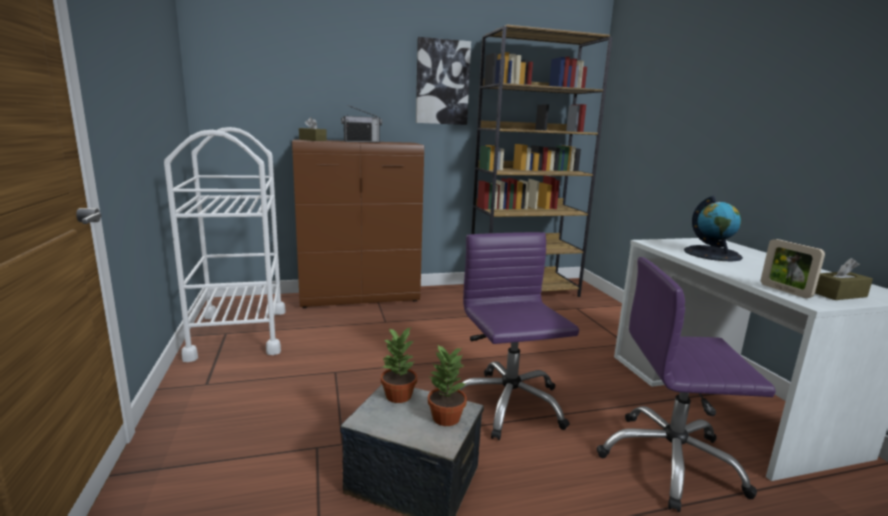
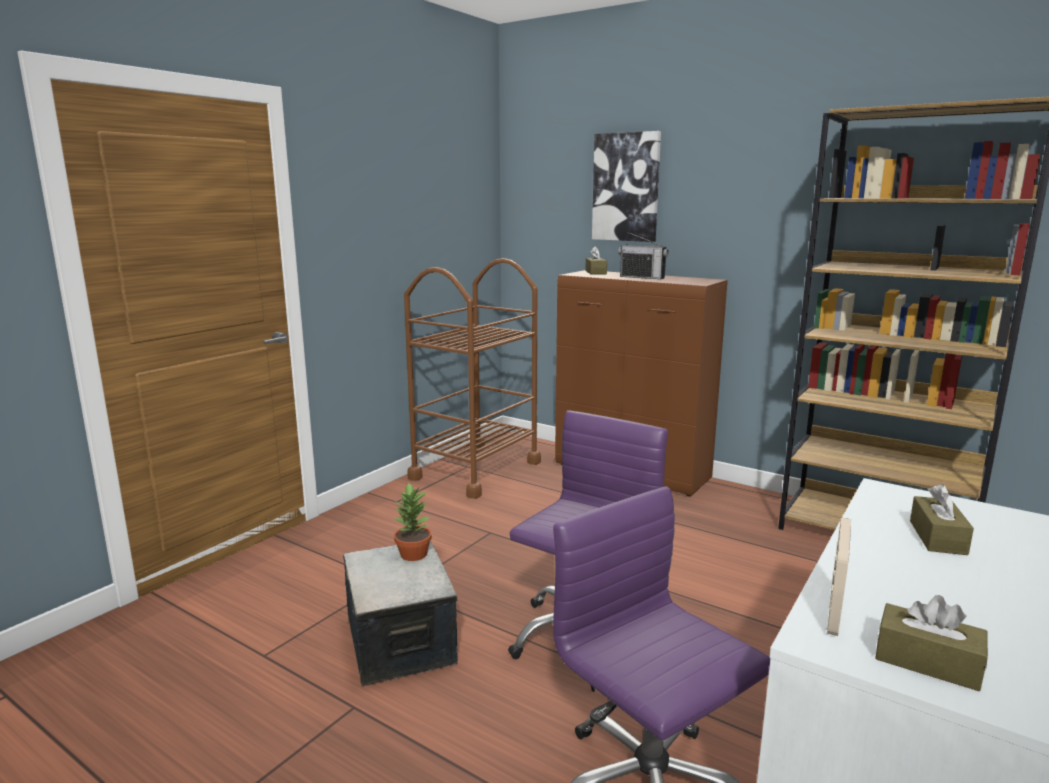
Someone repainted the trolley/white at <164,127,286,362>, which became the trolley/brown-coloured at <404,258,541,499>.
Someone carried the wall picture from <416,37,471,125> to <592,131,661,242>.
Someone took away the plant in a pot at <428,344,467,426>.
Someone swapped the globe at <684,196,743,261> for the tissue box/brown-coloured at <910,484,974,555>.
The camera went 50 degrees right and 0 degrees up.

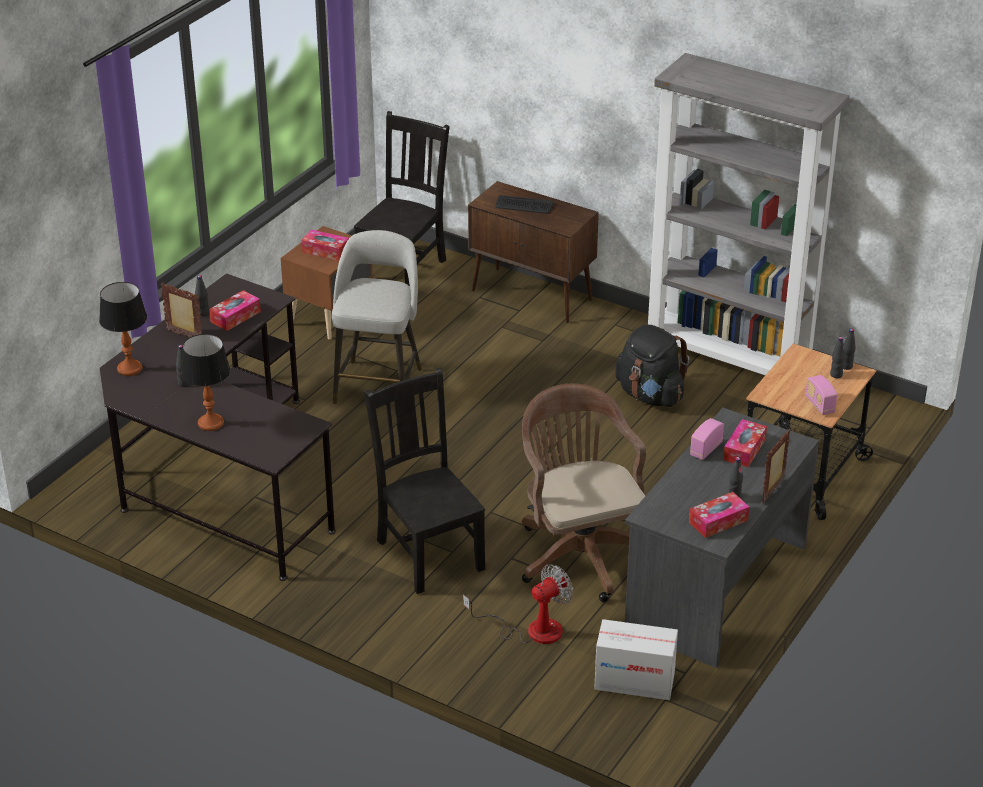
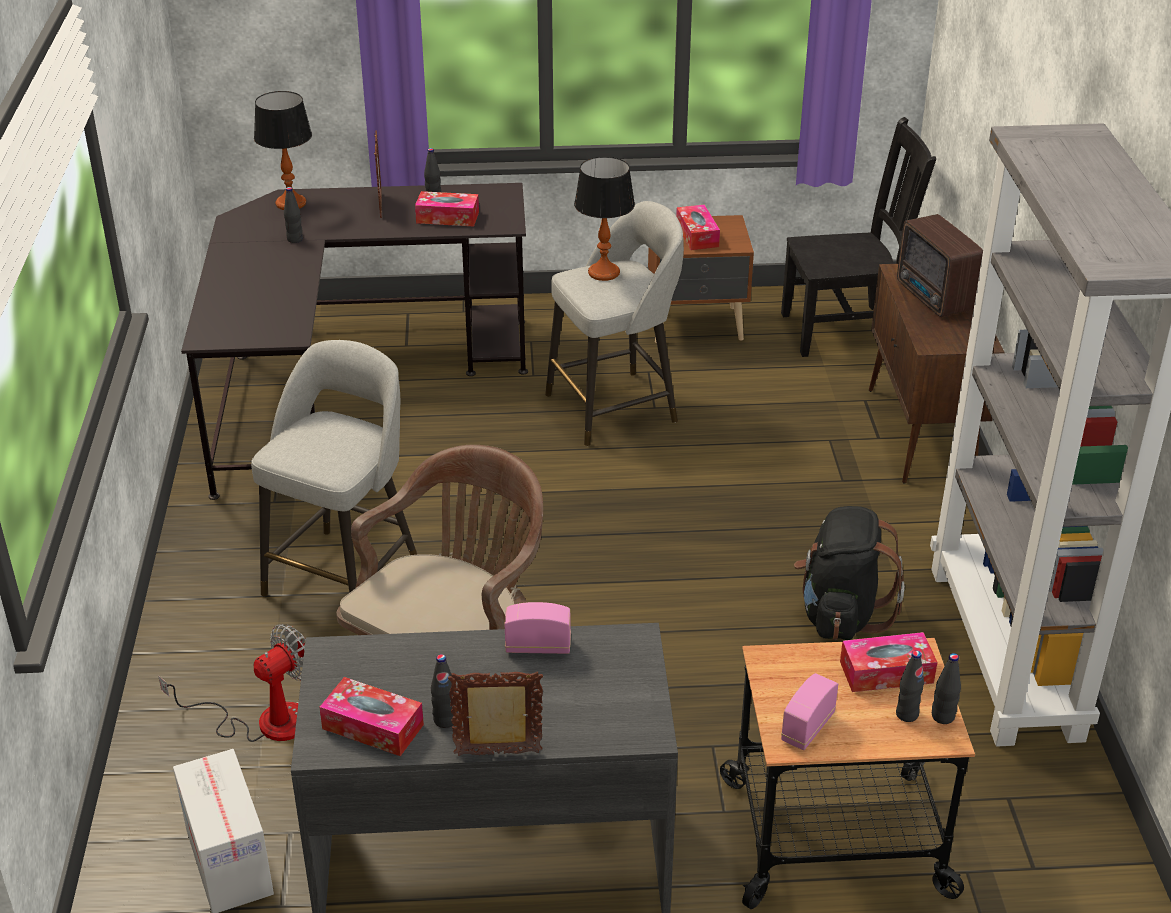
Someone carried the tabletop lamp from <181,334,231,431> to <574,157,635,281>.
Someone swapped the chair/blackish at <364,368,485,594> for the stool seat/grey at <251,340,418,596>.
Someone rotated the fan at <463,564,573,644> by 60 degrees counterclockwise.
Someone swapped the computer keyboard at <495,195,553,214> for the radio receiver at <897,214,983,317>.
Someone carried the tissue box from <723,419,767,467> to <840,632,938,692>.
The camera went 55 degrees right and 0 degrees up.

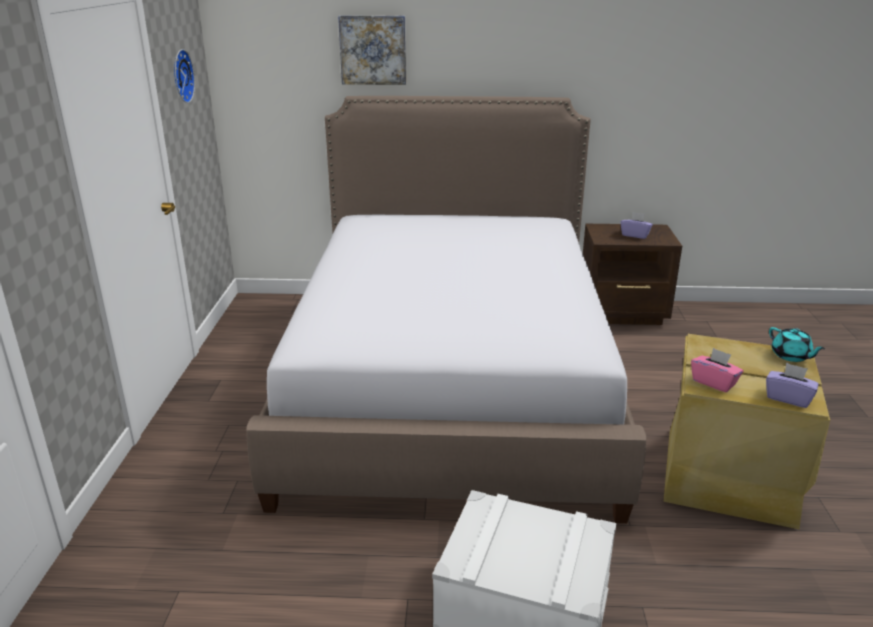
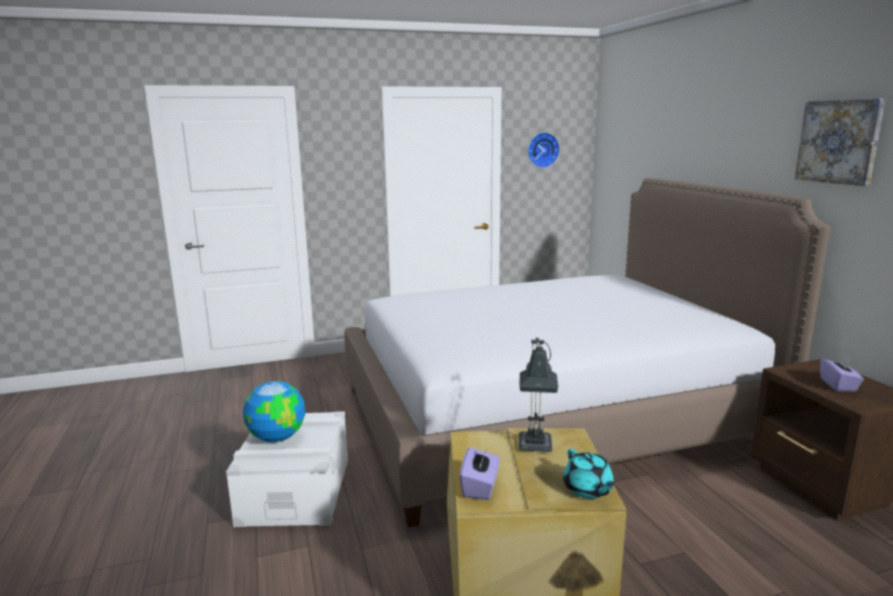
Someone carried the wall picture from <338,15,406,85> to <795,98,885,186>.
Someone took away the tissue box/pinkish at <691,348,743,393>.
Someone rotated the tea pot/turquoise at <769,327,825,362> by 60 degrees counterclockwise.
Someone put down the globe at <243,381,305,442>.
Someone put down the tabletop lamp at <519,338,558,452>.
The camera went 70 degrees right and 10 degrees down.

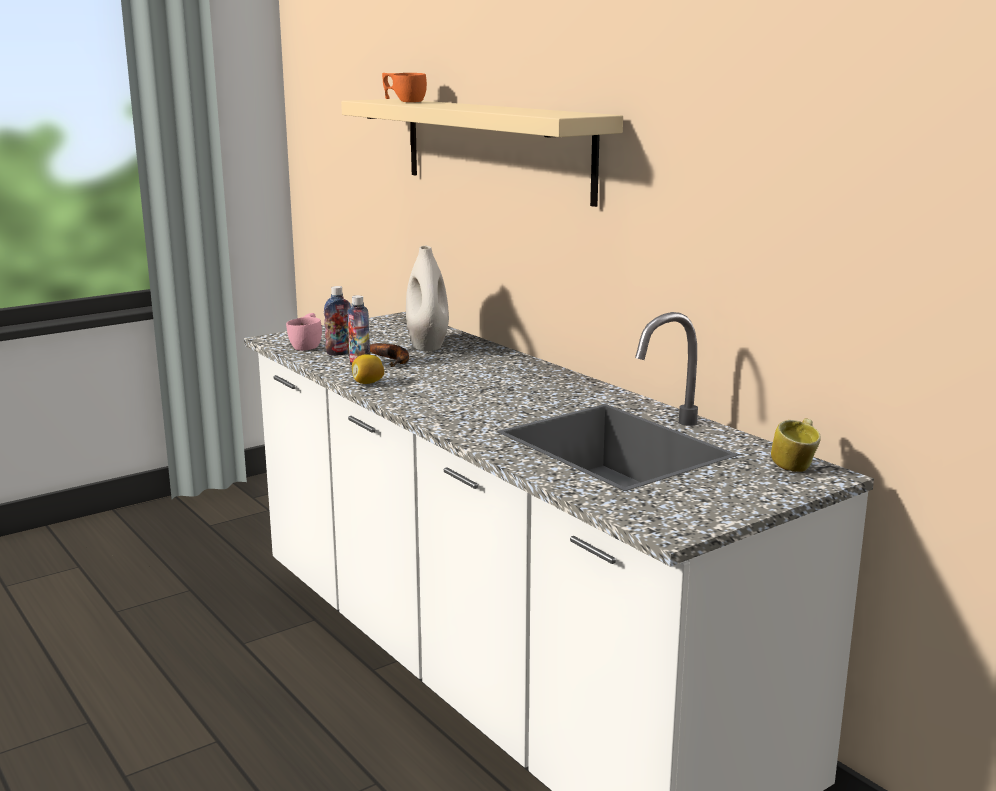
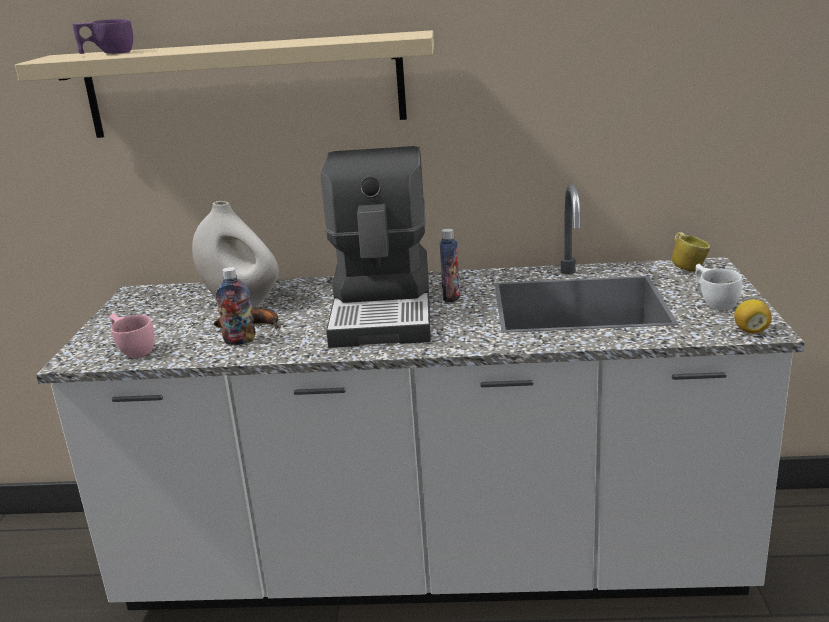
Someone carried the drink bottle from <324,286,351,356> to <440,228,460,303>.
Someone carried the lemon from <352,354,384,384> to <734,299,772,334>.
Someone repainted the small cup/orange-coloured at <382,73,427,102>, which became the small cup/purple-coloured at <73,19,133,54>.
Someone put down the coffee maker at <321,146,431,348>.
Someone put down the small cup/white at <696,264,742,310>.
The camera went 50 degrees left and 5 degrees up.

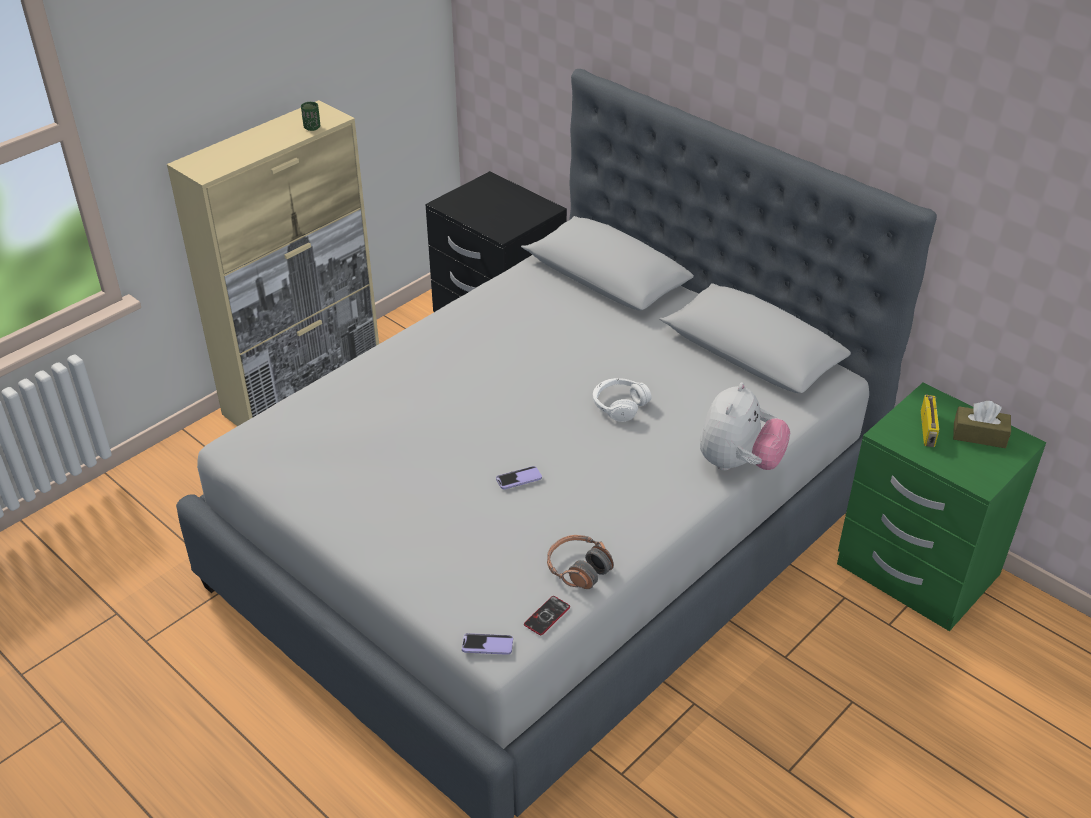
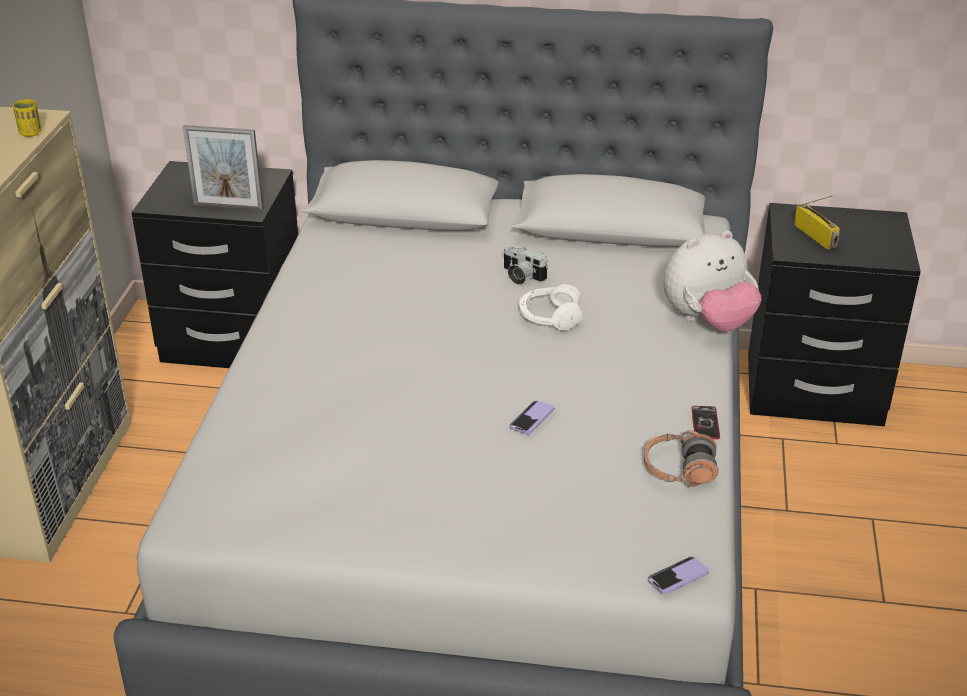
Someone repainted the small cup/green-coloured at <301,102,320,131>, which became the small cup/yellow-coloured at <13,99,41,137>.
Someone carried the telephone from <524,596,570,635> to <691,406,720,439>.
Someone rotated the soft toy at <700,382,790,470> by 75 degrees clockwise.
Someone repainted the nightstand/green-coloured at <837,383,1046,631>, which became the nightstand/blackish at <748,203,921,426>.
Someone took away the tissue box/brown-coloured at <953,401,1011,448>.
Someone put down the photo frame at <183,125,263,210>.
Someone put down the still camera at <503,244,548,285>.
The camera went 35 degrees left and 5 degrees down.

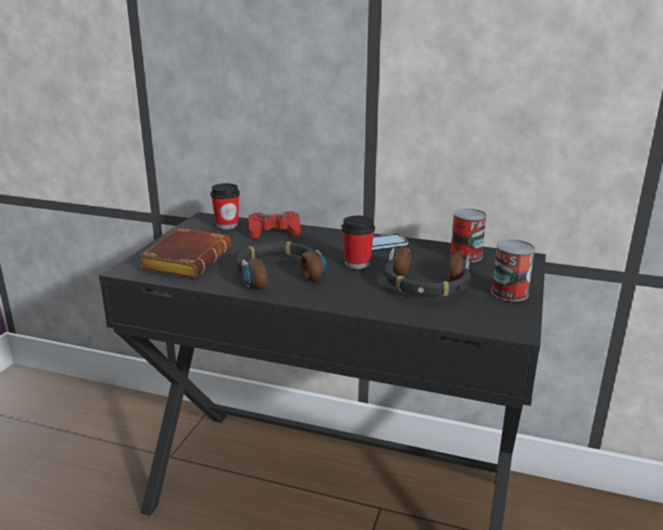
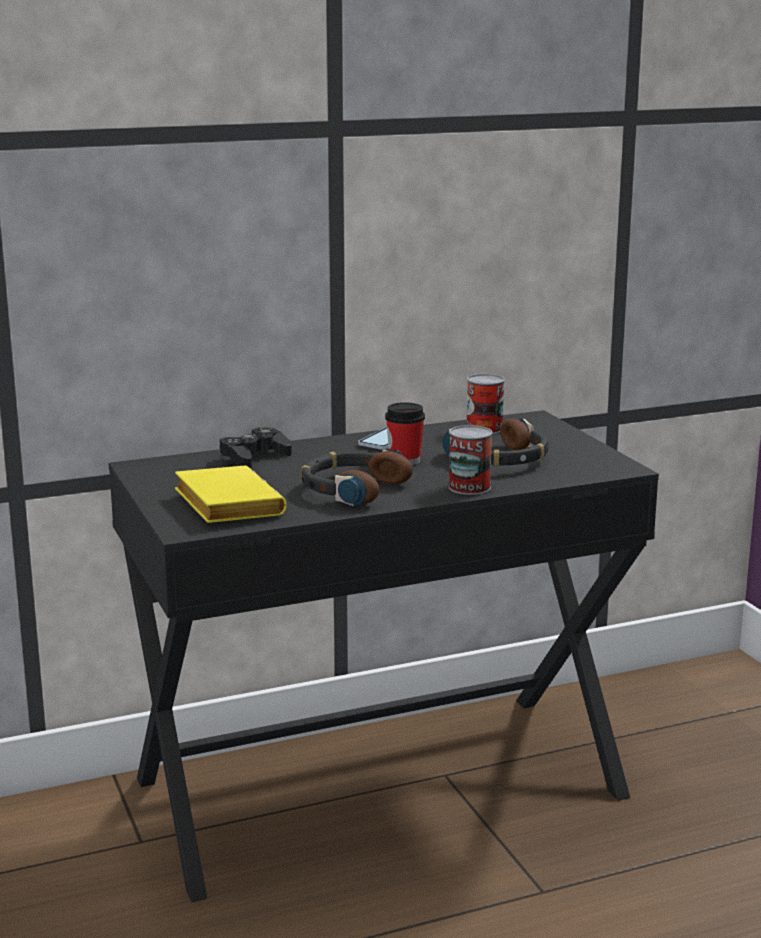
Someone repainted the bound book/brown-coloured at <138,227,231,279>, which became the bound book/yellow-coloured at <175,466,287,523>.
Someone took away the small cup at <210,183,240,229>.
Someone repainted the joypad/red at <248,211,301,239>, which became the joypad/blackish at <219,427,292,469>.
Someone carried the metal can from <491,239,535,301> to <449,425,492,495>.
The camera went 40 degrees left and 5 degrees down.

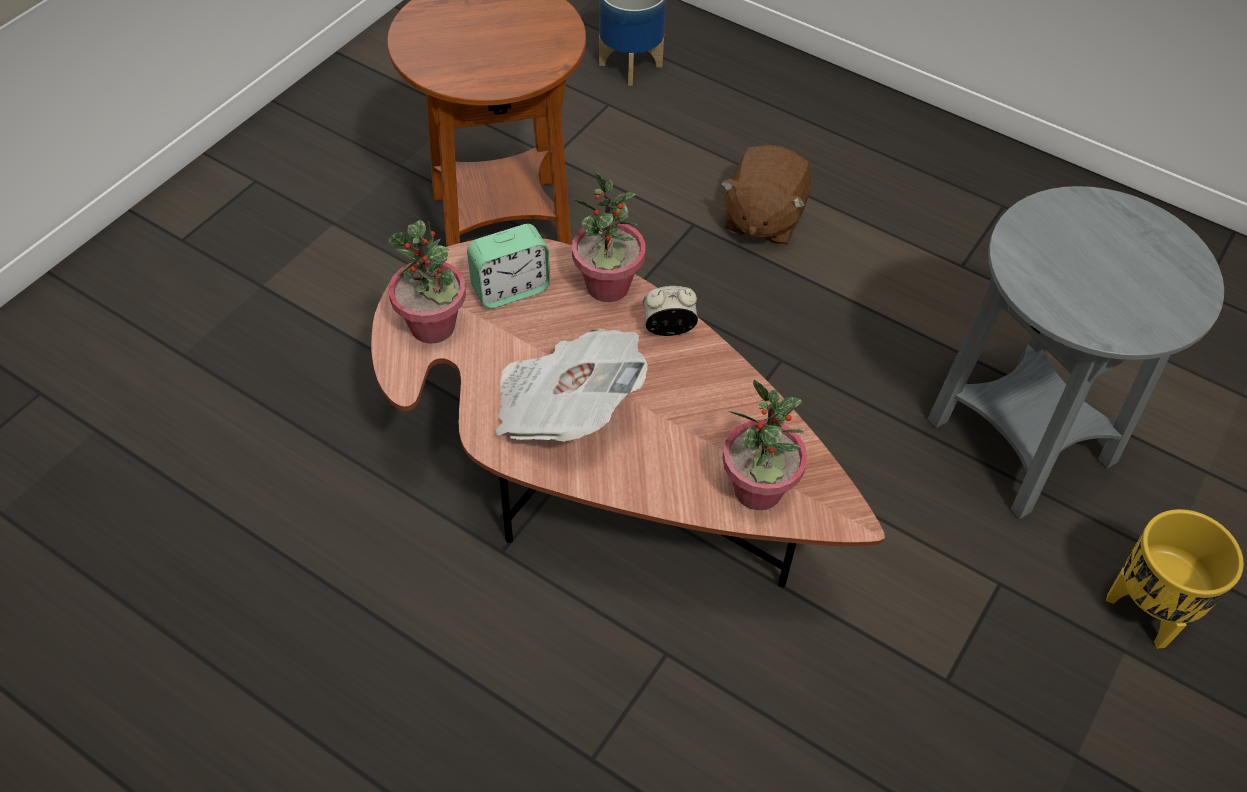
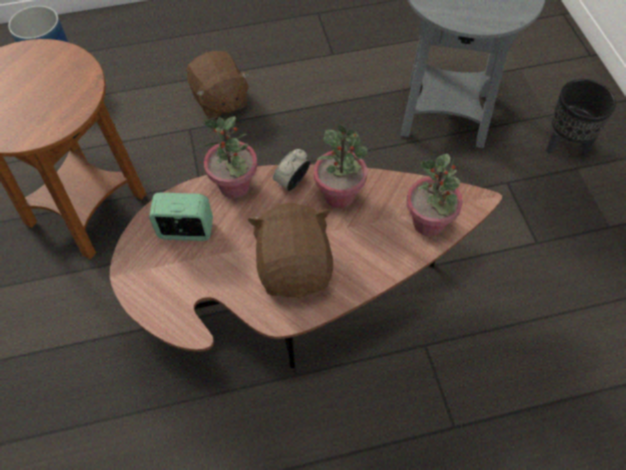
Someone carried the plant in a pot from <388,220,466,344> to <314,124,368,208>.
Someone rotated the table clock at <467,224,550,309> by 105 degrees counterclockwise.
Someone swapped the daily paper at <496,328,648,442> for the soft toy/brown-coloured at <248,203,333,299>.
Someone repainted the planter/yellow-coloured at <1106,509,1244,649>, which became the planter/blackish at <546,79,616,157>.
The camera went 45 degrees left and 5 degrees up.

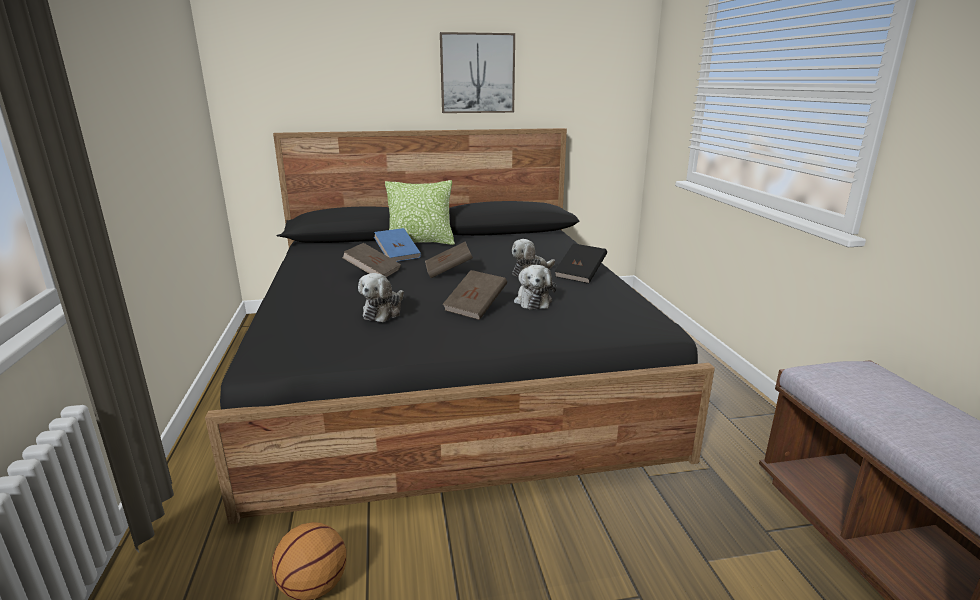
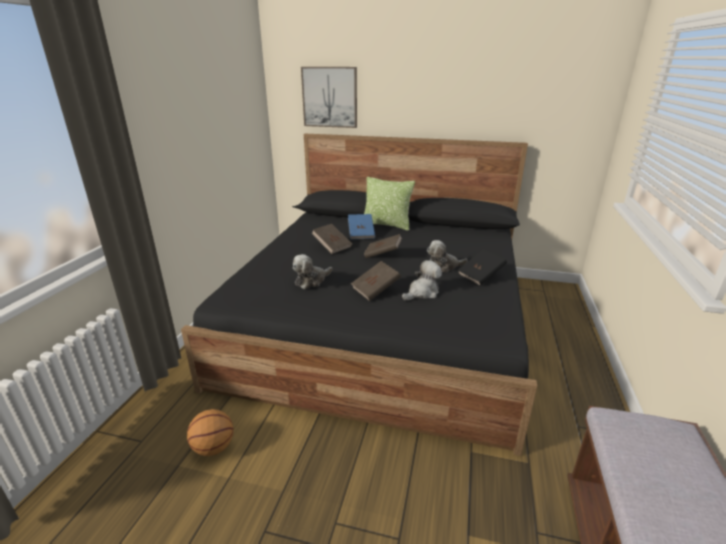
Someone carried the wall picture from <440,32,515,113> to <301,67,357,128>.
Someone rotated the soft toy at <514,265,556,309> by 150 degrees counterclockwise.
The camera went 25 degrees right and 5 degrees up.

